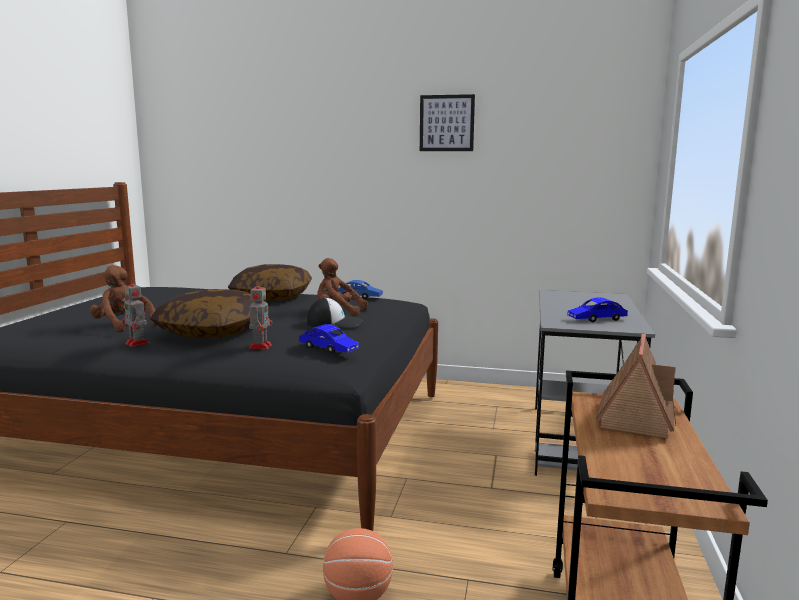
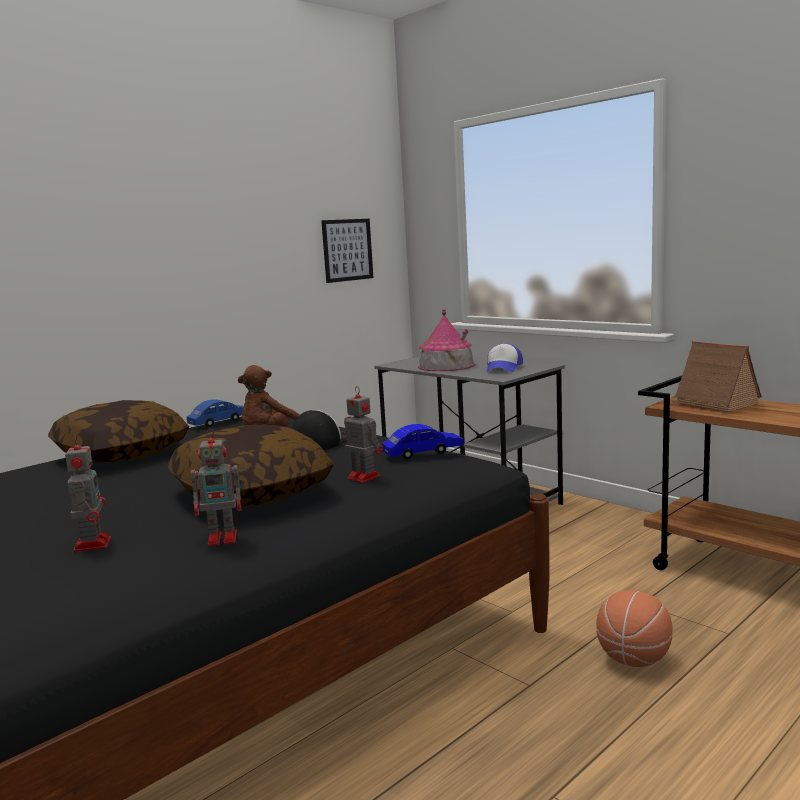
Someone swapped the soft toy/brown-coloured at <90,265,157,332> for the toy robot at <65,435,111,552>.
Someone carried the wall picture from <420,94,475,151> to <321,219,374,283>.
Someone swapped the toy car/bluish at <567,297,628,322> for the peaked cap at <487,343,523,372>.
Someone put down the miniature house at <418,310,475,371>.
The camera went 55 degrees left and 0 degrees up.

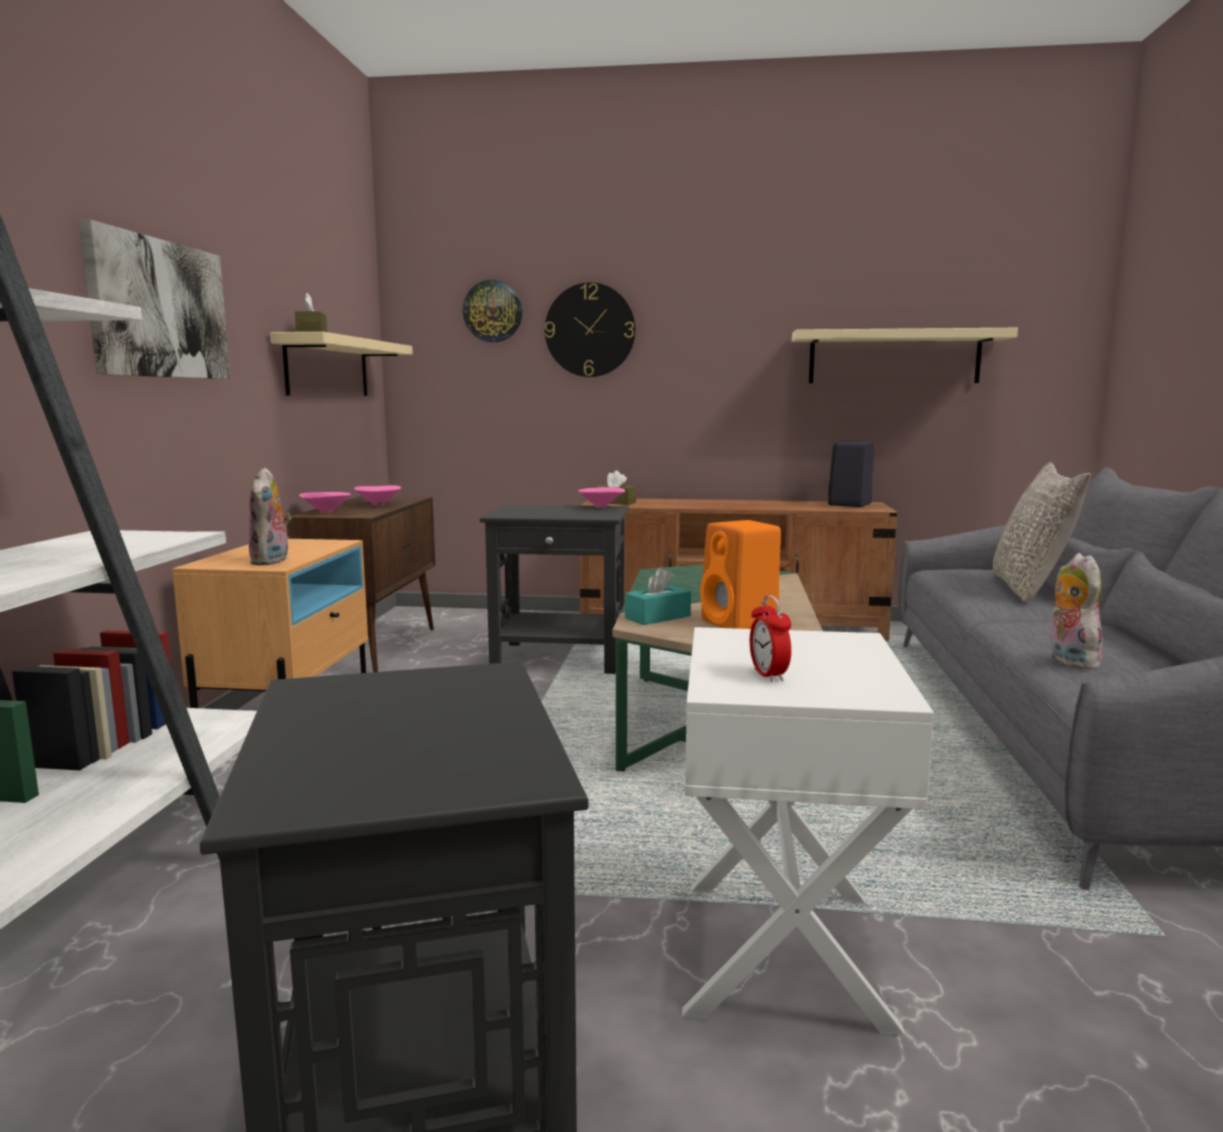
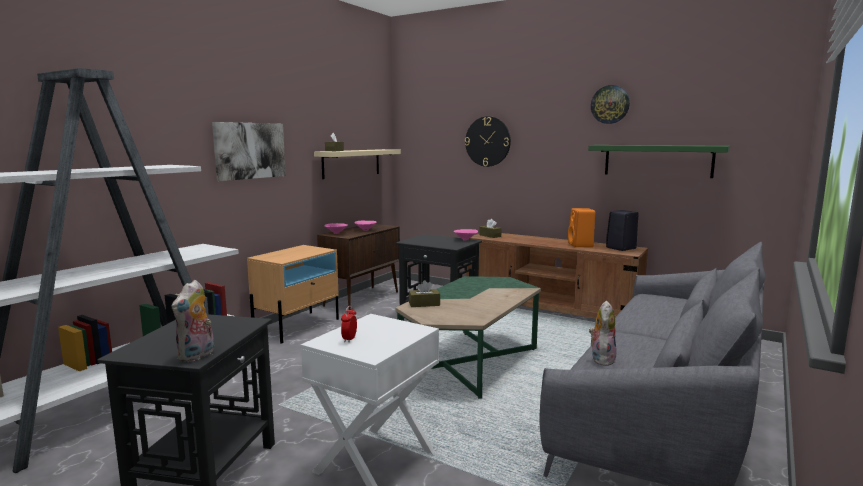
Someone carried the soft toy from <249,468,292,565> to <172,280,214,362>.
Someone carried the hanging clock from <463,280,522,342> to <591,85,630,124>.
Someone repainted the tissue box/turquoise at <625,567,691,625>, which became the tissue box/brown-coloured at <409,280,440,307>.
Someone carried the loudspeaker/orange-coloured from <700,520,781,629> to <568,208,595,247>.
Someone repainted the bracket shelf/beige-coloured at <792,328,1018,383>, which became the bracket shelf/green-coloured at <588,145,730,178>.
Someone took away the pillow/grey at <993,462,1091,602>.
The camera went 25 degrees right and 0 degrees up.

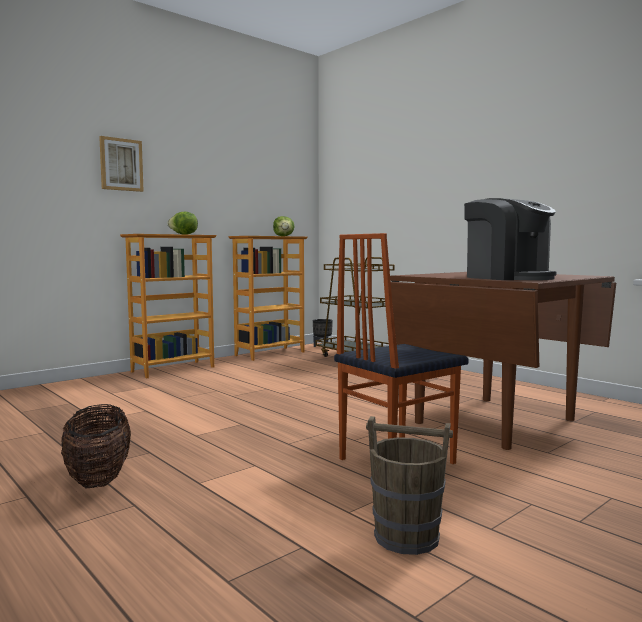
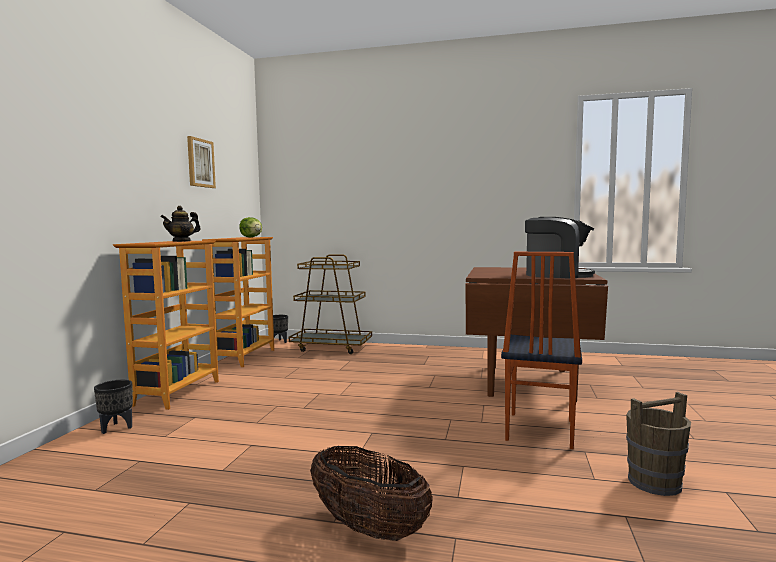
Someone carried the wall picture from <99,136,144,192> to <187,136,216,188>.
Someone swapped the lettuce head at <167,212,198,235> for the tea pot at <161,206,201,242>.
Someone put down the planter/blackish at <94,380,133,434>.
The camera went 35 degrees left and 0 degrees up.

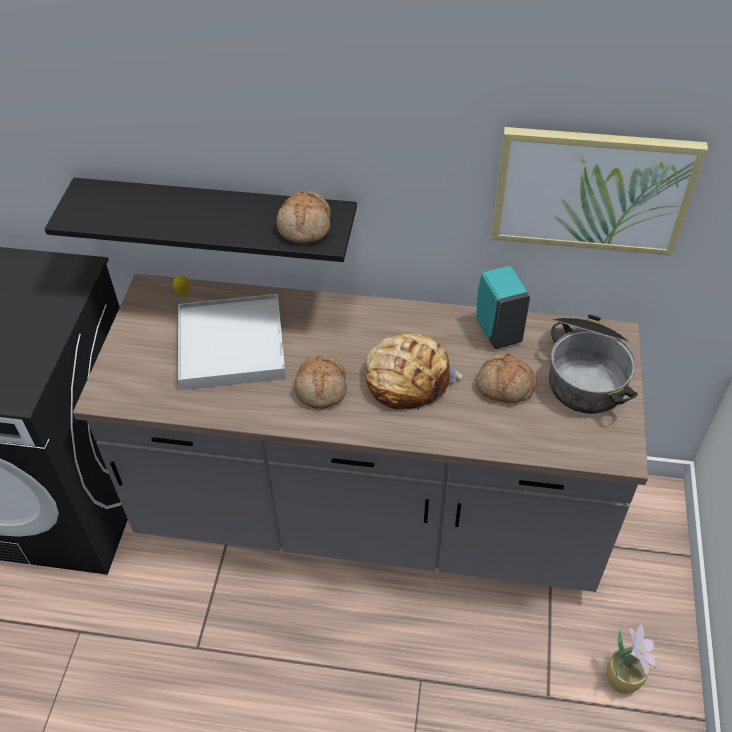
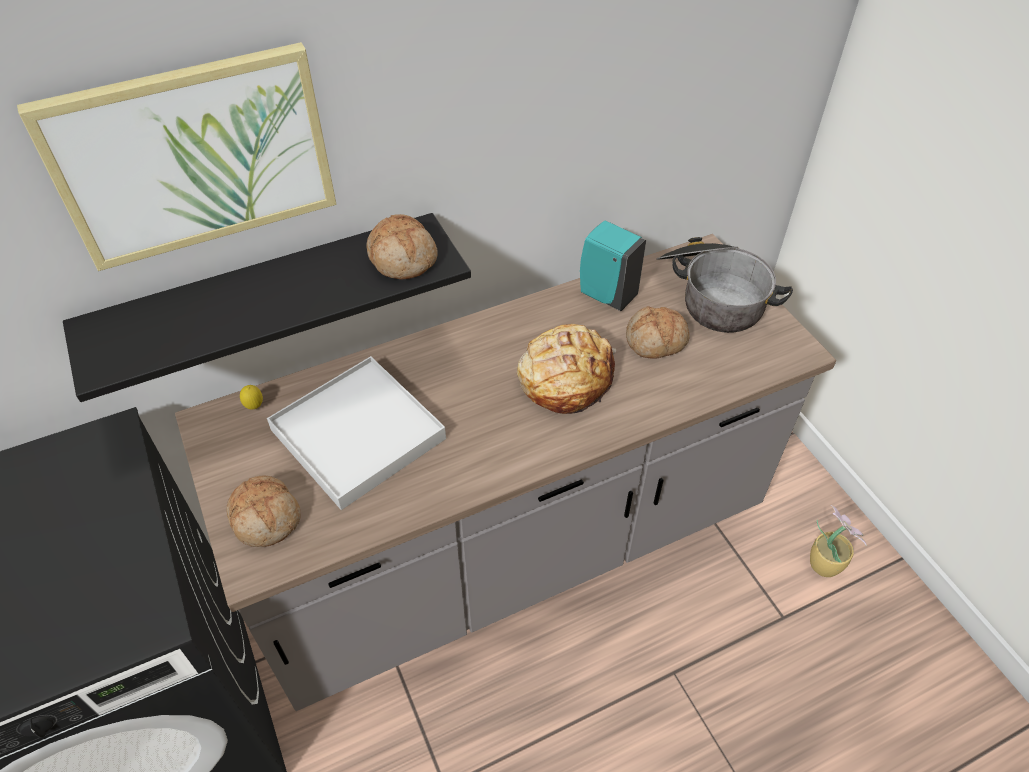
Someone carried the bread from <294,355,347,409> to <226,475,301,547>.
Someone carried the wall picture from <491,127,708,256> to <17,42,336,271>.
The camera went 35 degrees left and 0 degrees up.

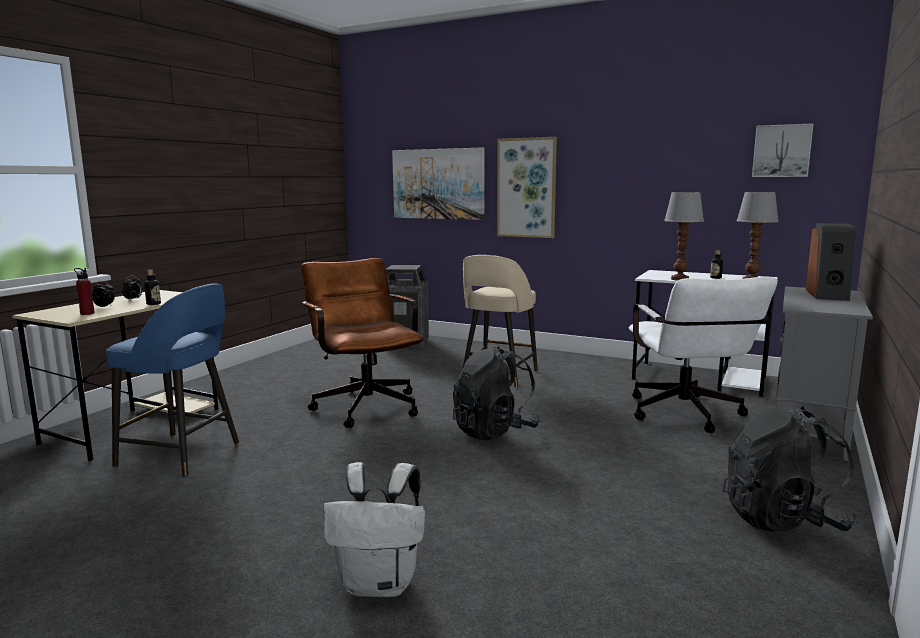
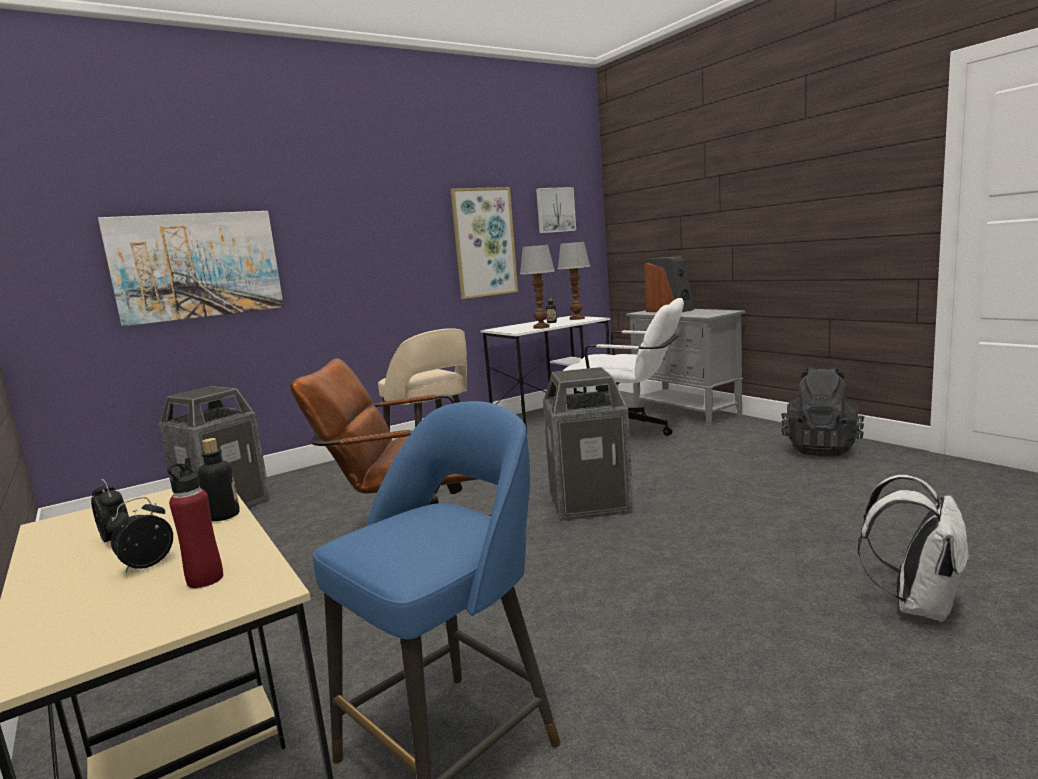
Someone swapped the backpack/blackish at <453,346,541,440> for the trash can at <543,367,633,521>.
Someone carried the wall picture from <497,137,557,238> to <450,187,518,299>.
The camera went 60 degrees left and 0 degrees up.

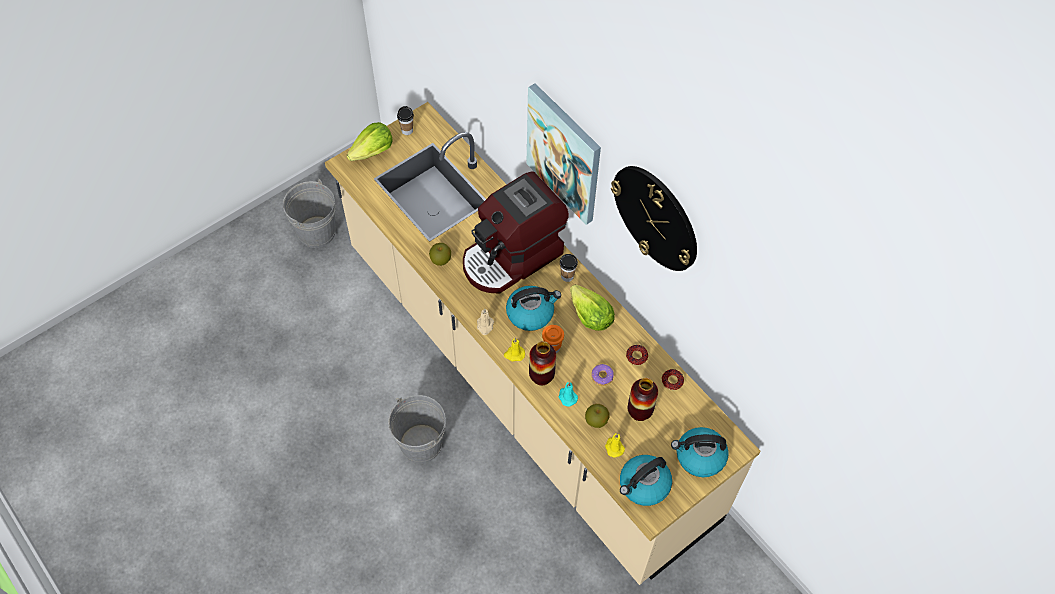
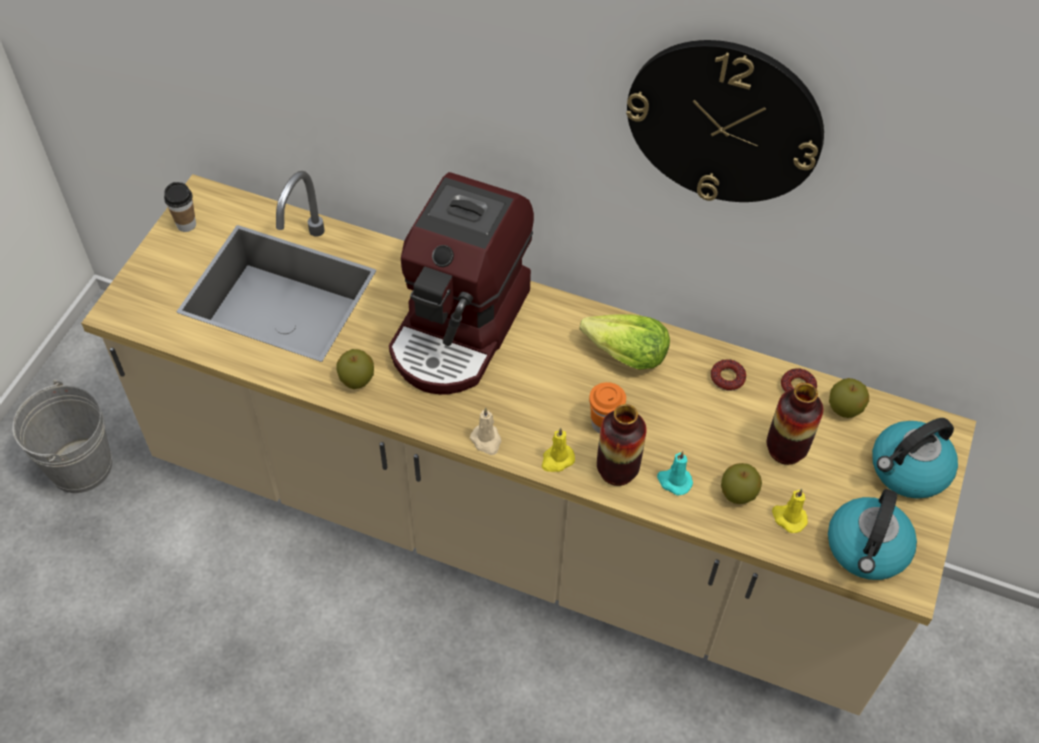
Someone took away the lettuce head at <346,122,393,161>.
Someone took away the pail/grey at <388,395,446,463>.
Someone took away the kettle at <506,286,561,331>.
Someone took away the wall picture at <526,83,601,225>.
Someone took away the small cup at <560,254,578,282>.
Someone took away the doughnut at <592,364,614,386>.
Someone put down the apple at <829,378,869,418>.
The camera went 30 degrees left and 5 degrees down.

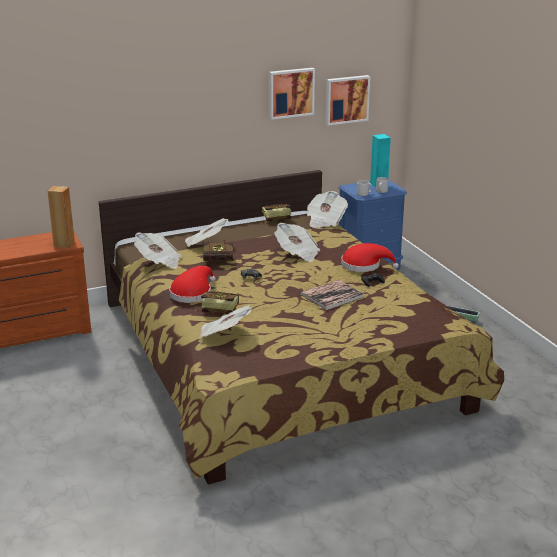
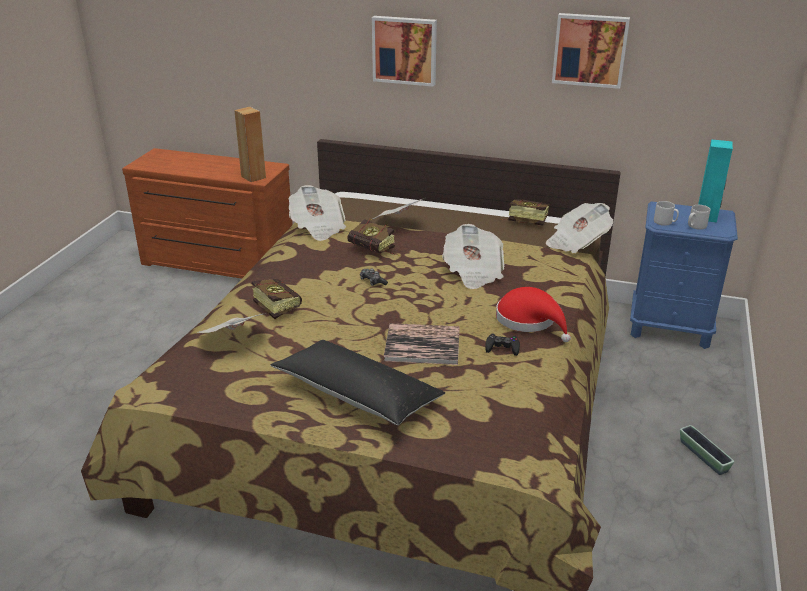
Someone took away the clothing hat/red at <169,266,216,303>.
Someone carried the wall picture from <326,75,370,125> to <372,16,437,87>.
Someone put down the pillow/blackish at <270,340,445,425>.
The camera went 40 degrees right and 5 degrees up.

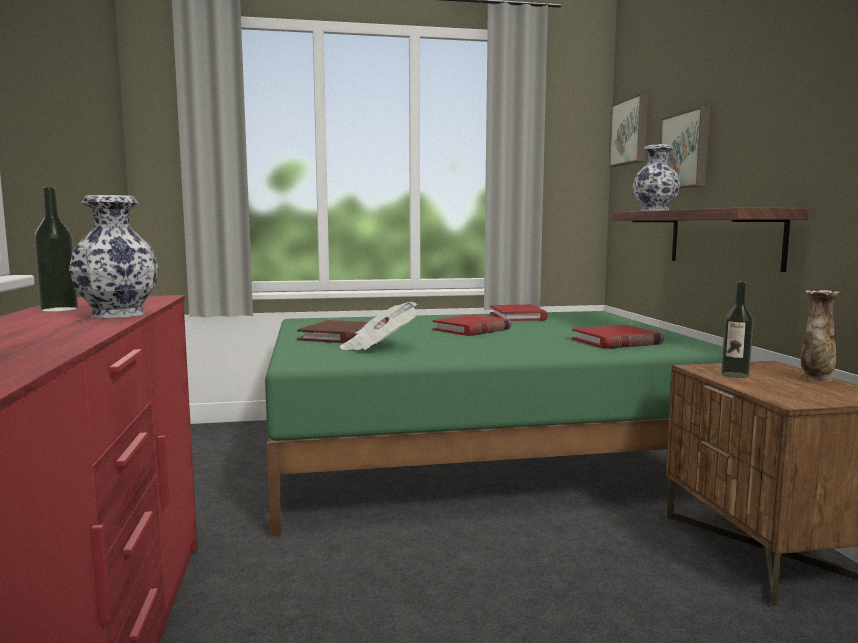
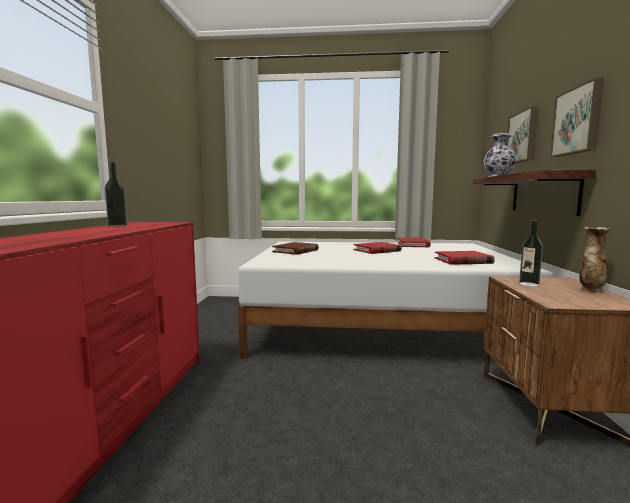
Someone took away the vase at <69,195,159,318>.
Someone repainted the sleeping bed/green-coloured at <265,311,723,537>, which became the sleeping bed/white at <238,242,554,359>.
Someone took away the daily paper at <340,302,417,350>.
Someone carried the wall picture from <608,94,648,167> to <550,78,604,157>.
The camera went 15 degrees right and 0 degrees up.

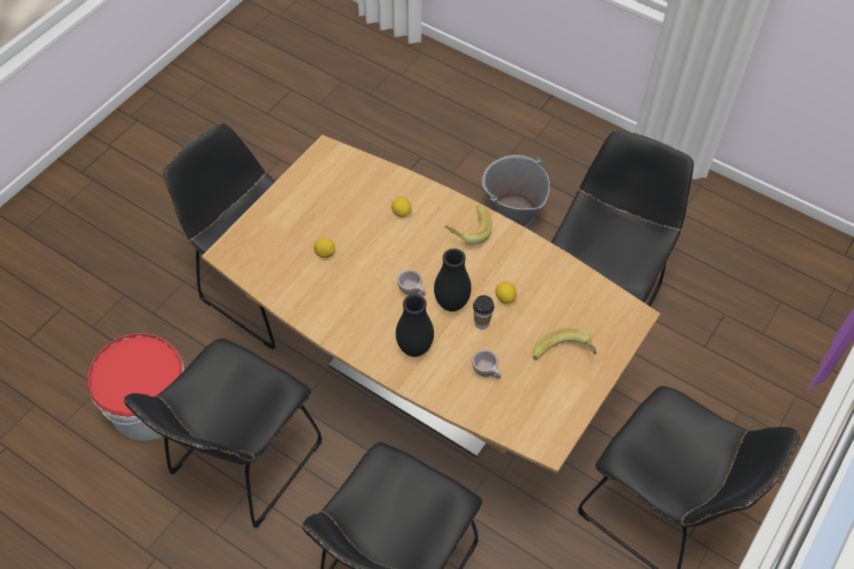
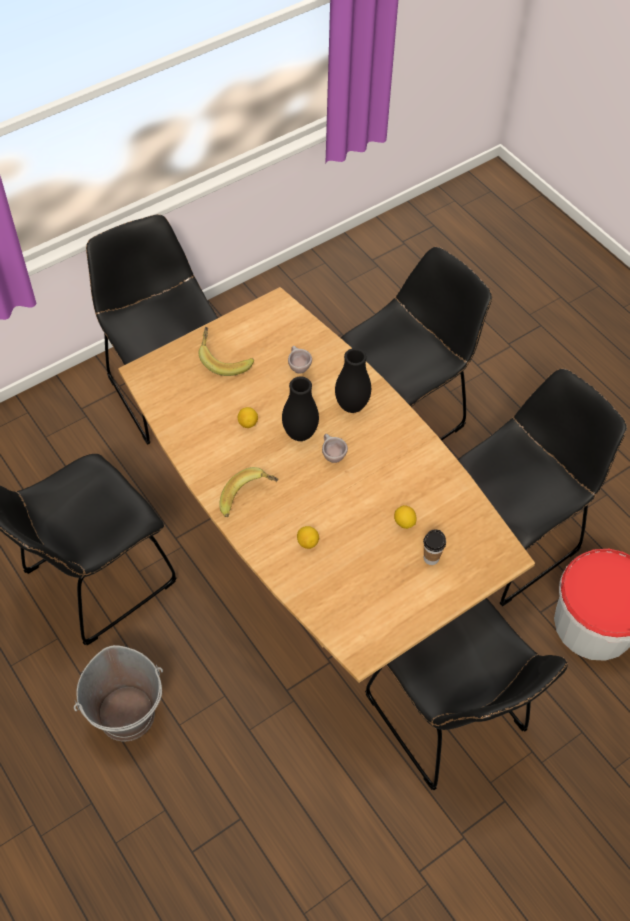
Someone carried the small cup from <473,295,494,330> to <423,530,446,565>.
The camera went 160 degrees left and 0 degrees up.

